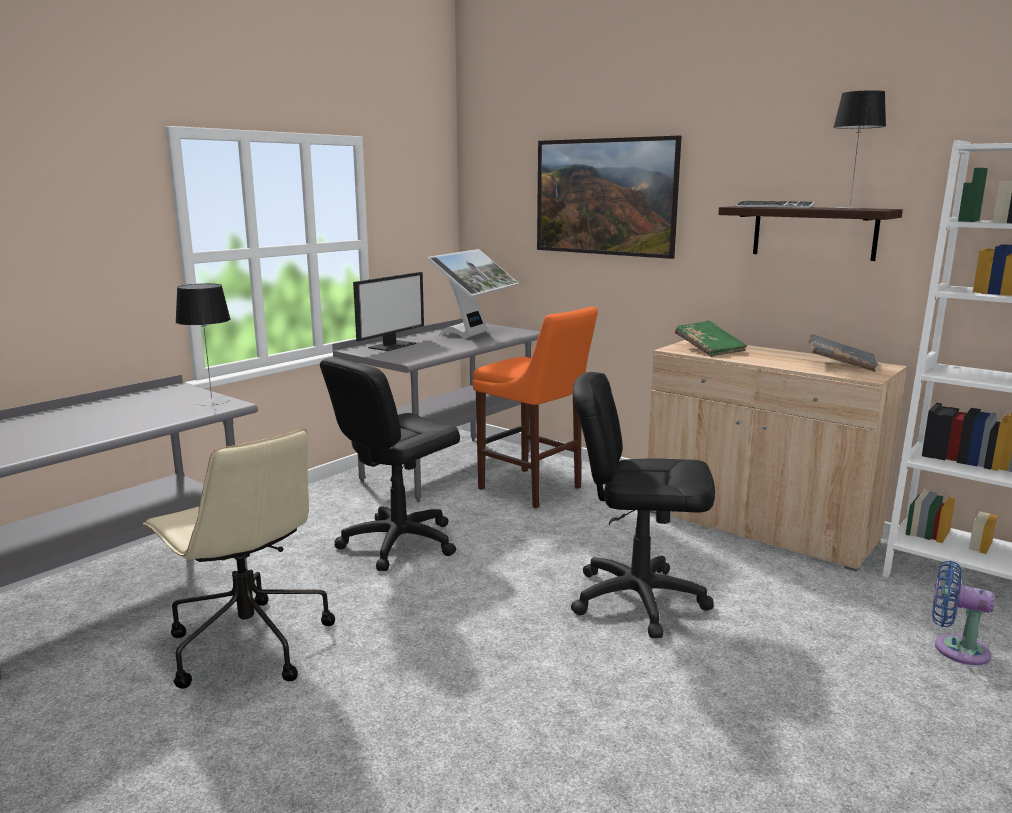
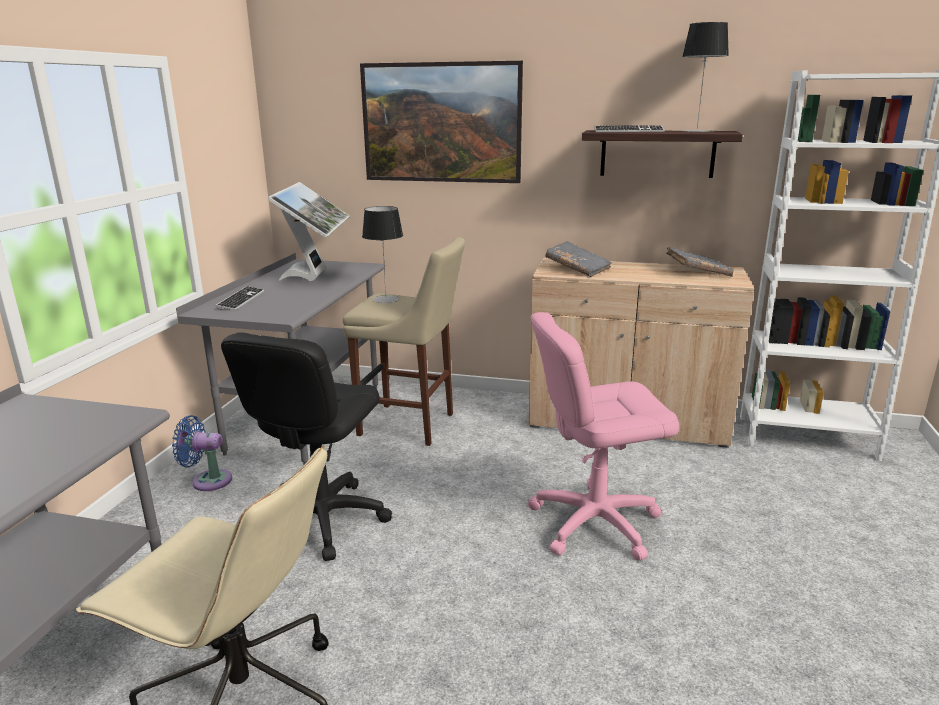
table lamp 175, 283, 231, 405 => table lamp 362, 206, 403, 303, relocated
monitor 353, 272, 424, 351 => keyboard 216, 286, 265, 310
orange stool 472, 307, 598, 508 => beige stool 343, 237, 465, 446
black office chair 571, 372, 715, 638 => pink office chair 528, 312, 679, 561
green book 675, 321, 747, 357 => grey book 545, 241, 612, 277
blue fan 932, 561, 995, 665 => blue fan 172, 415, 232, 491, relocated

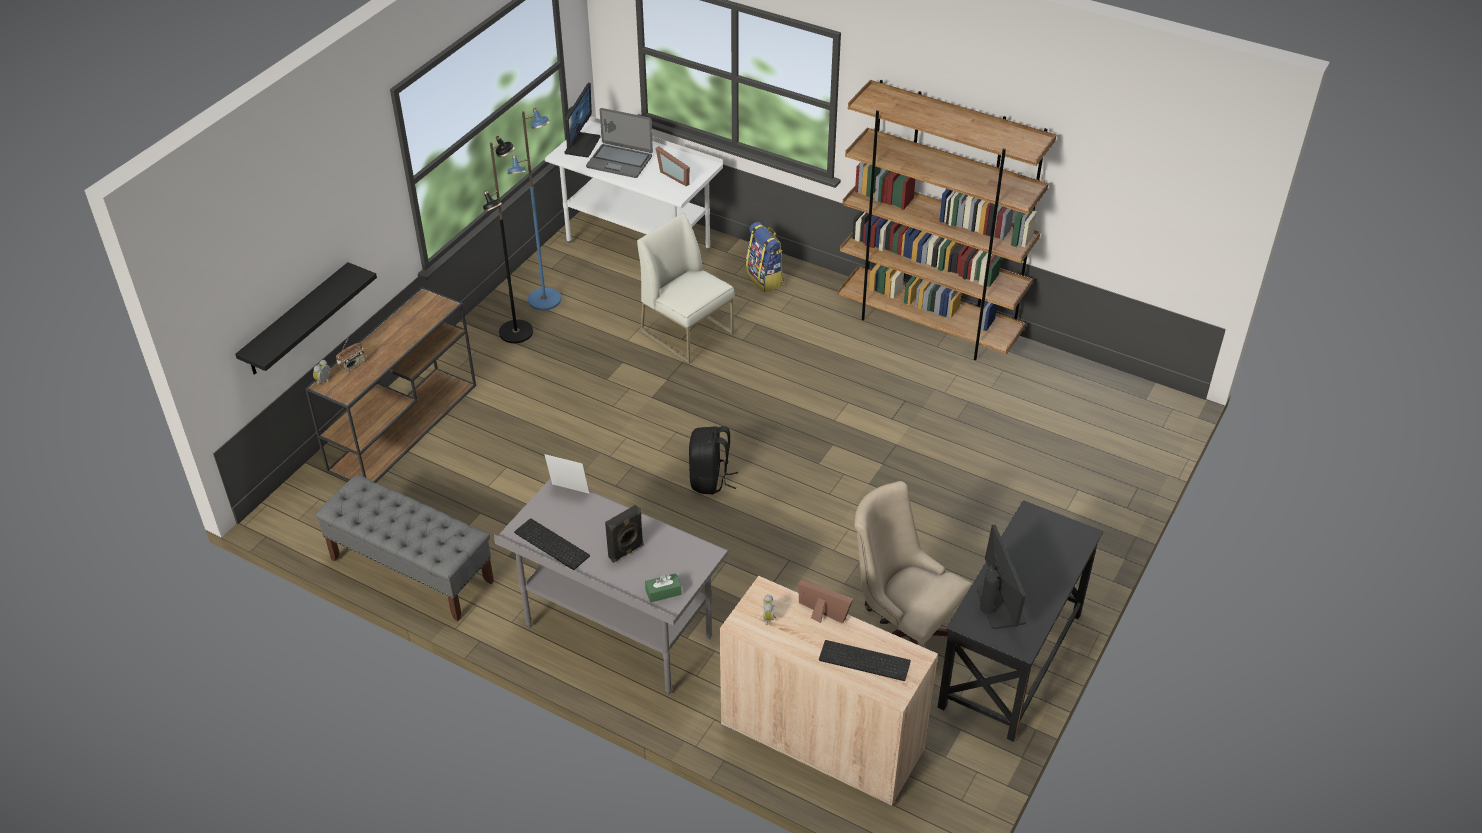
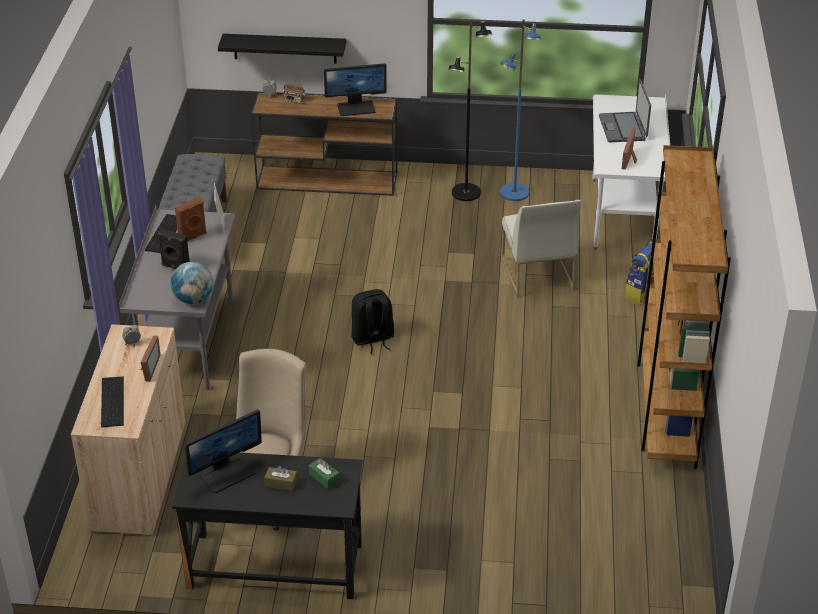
monitor 564, 83, 600, 157 => monitor 324, 63, 387, 116, relocated
white chair 637, 213, 734, 364 => white chair 502, 200, 581, 298, 150 degrees clockwise
green tissue box 645, 573, 682, 603 => green tissue box 309, 458, 340, 489, relocated
nothing => globe 170, 262, 214, 304
nothing => brown speaker 175, 198, 207, 241
nothing => brown tissue box 264, 466, 298, 491

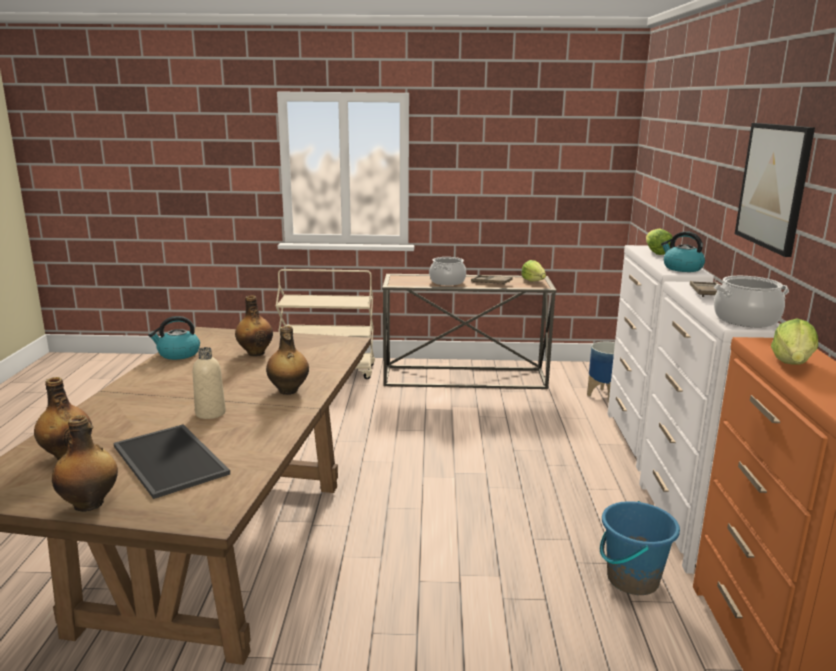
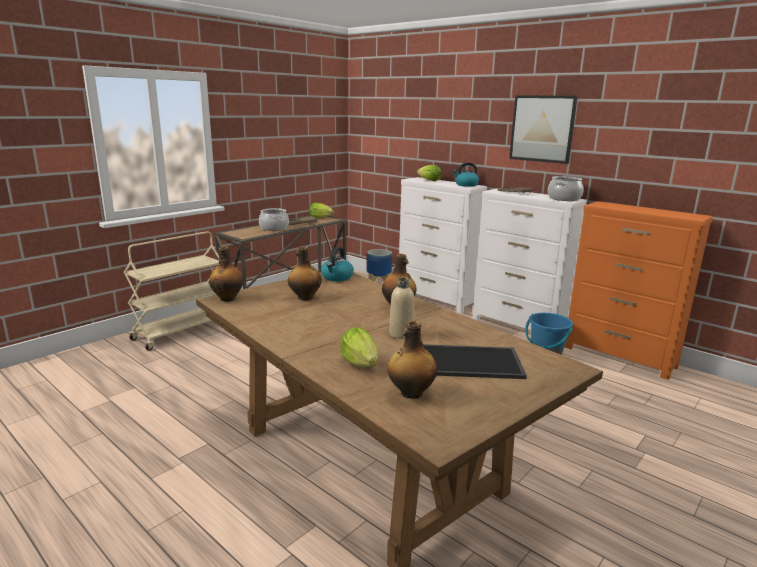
bottle 52, 415, 118, 512 => bottle 209, 246, 243, 302, relocated
kettle 148, 316, 200, 360 => kettle 321, 247, 354, 281, relocated
lettuce 771, 318, 818, 365 => lettuce 340, 327, 378, 367, relocated

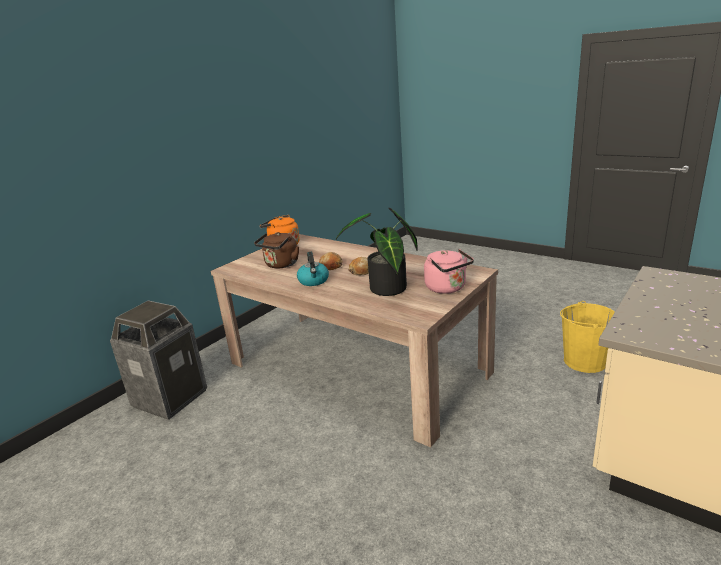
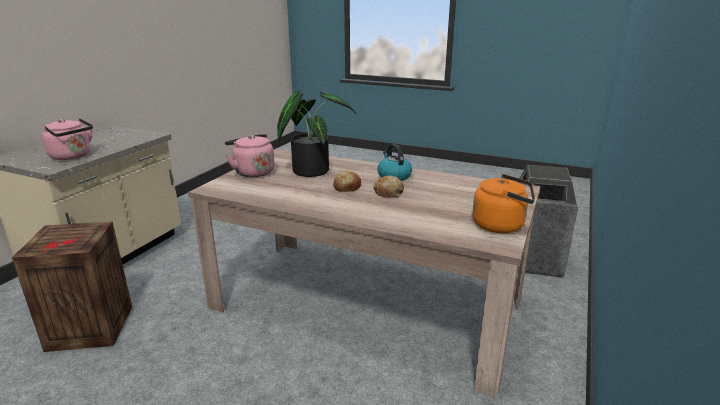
brown kettle 254, 232, 299, 269 => nothing
yellow bucket 560, 301, 615, 373 => crate 12, 222, 132, 352
nothing => pink kettle 42, 118, 93, 160

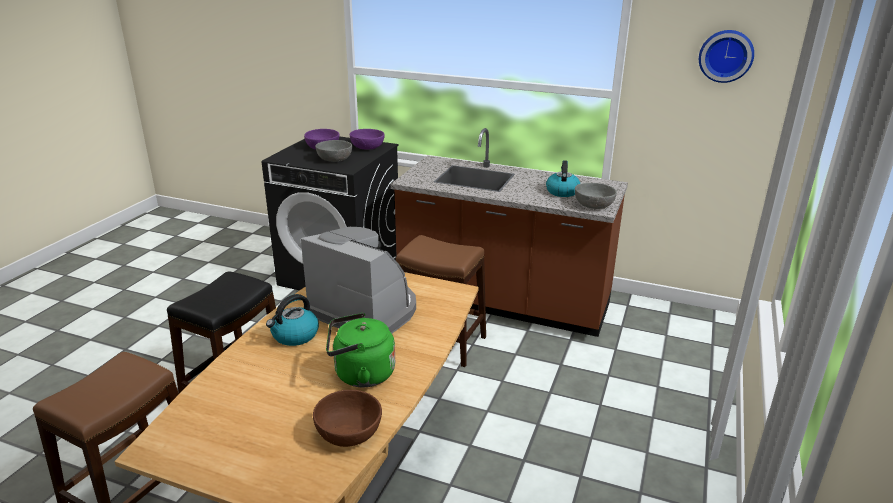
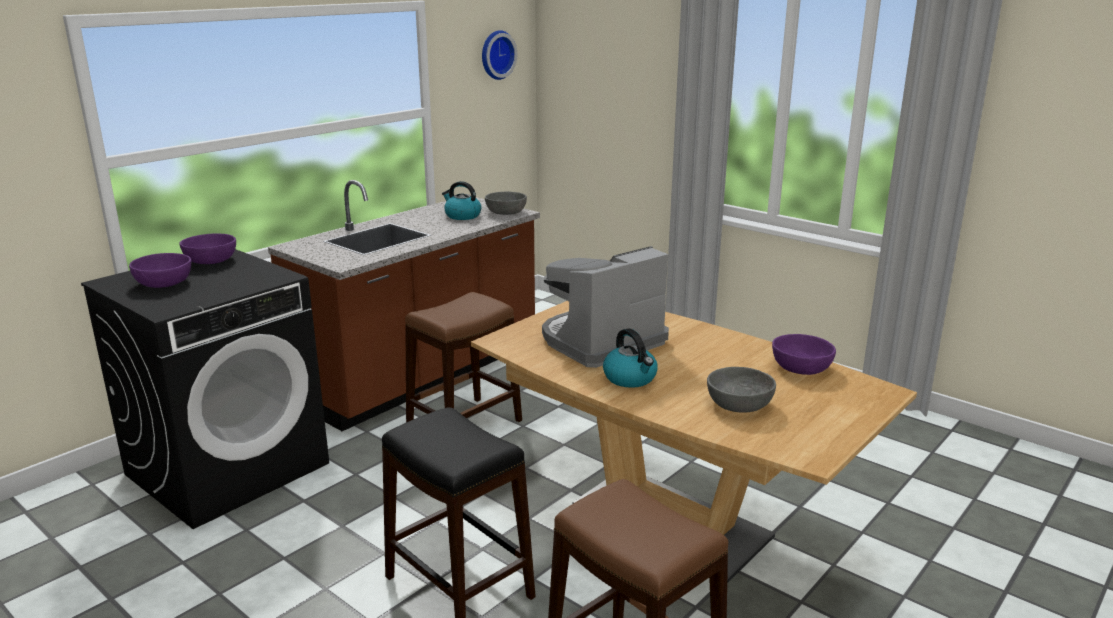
brown bowl 313, 390, 382, 447 => purple bowl 772, 334, 836, 375
grey bowl 315, 140, 352, 162 => grey bowl 707, 367, 776, 413, relocated
green kettle 326, 313, 395, 388 => nothing

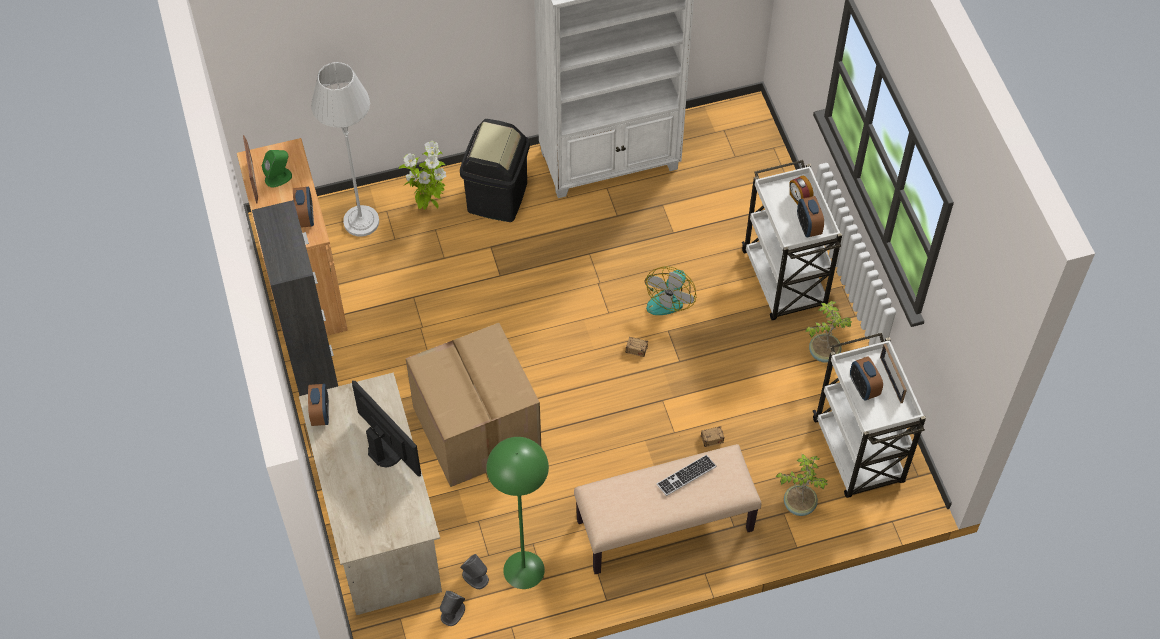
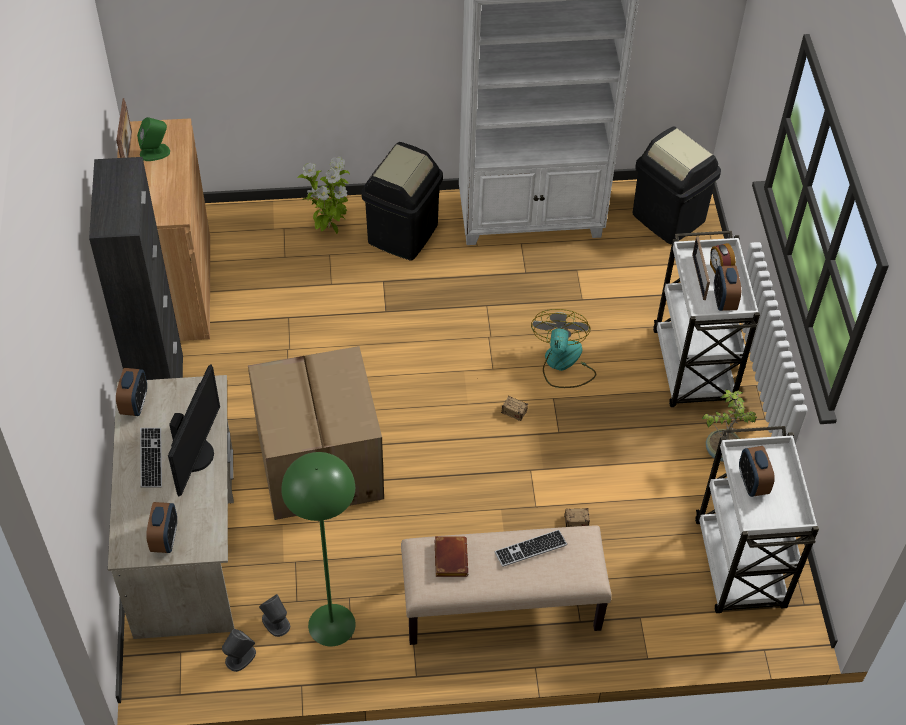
alarm clock 293, 187, 314, 228 => alarm clock 146, 502, 177, 553, relocated
grey floor lamp 311, 62, 379, 237 => nothing
monitor 352, 380, 421, 476 => monitor 168, 364, 220, 497, 45 degrees clockwise
fan 644, 266, 696, 315 => fan 531, 309, 596, 388, 150 degrees clockwise
potted plant 776, 454, 827, 516 => nothing
picture frame 880, 344, 907, 403 => picture frame 692, 237, 710, 300, relocated
nothing => keyboard 140, 428, 162, 488
nothing => brown book 435, 536, 468, 577
nothing => black trash can 633, 126, 721, 245

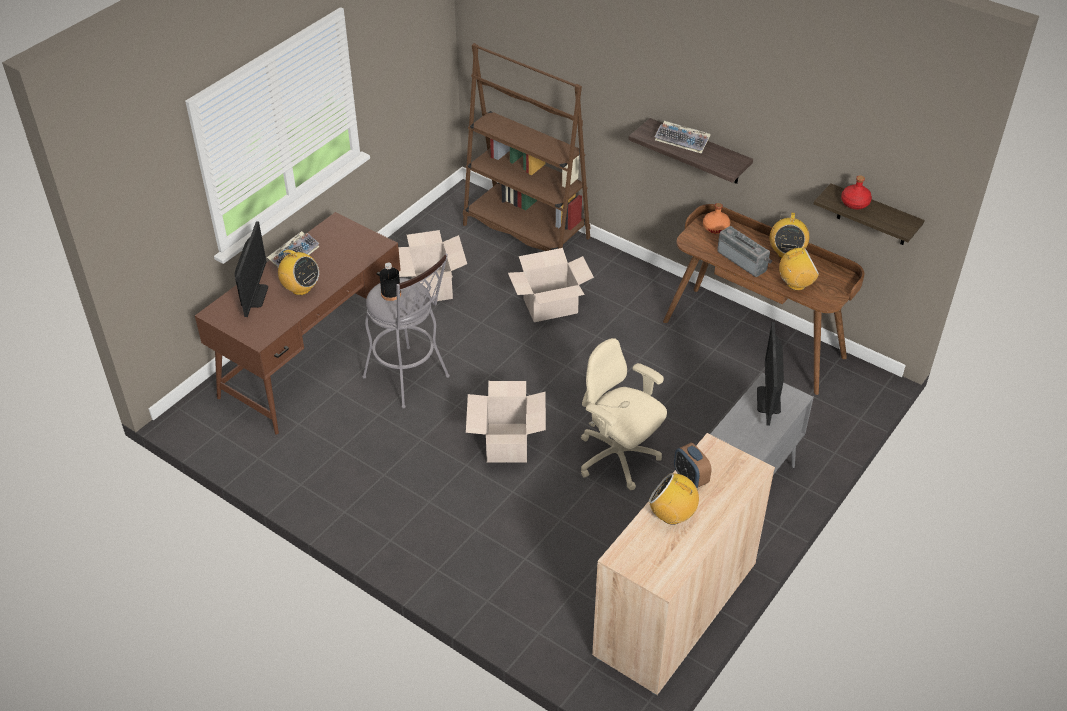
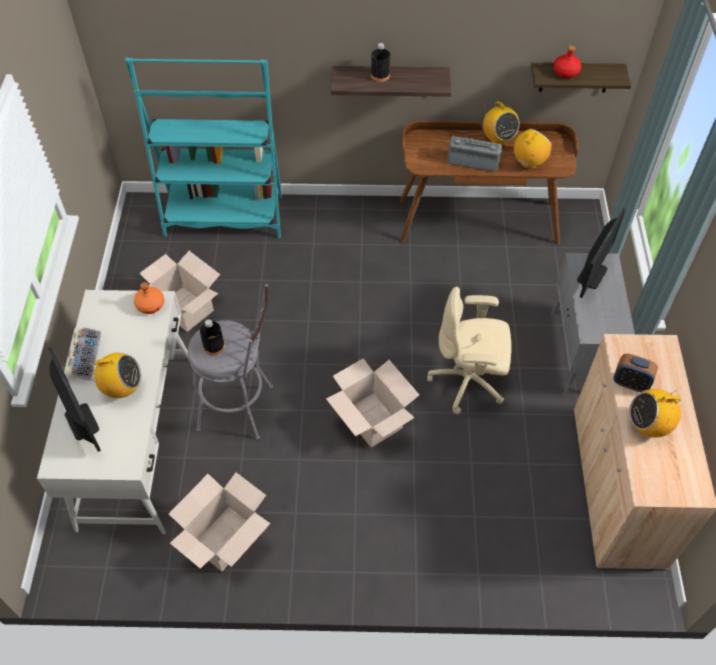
brown desk 195, 212, 401, 434 => white desk 37, 290, 189, 534
brown bookcase 463, 43, 590, 251 => turquoise bookcase 125, 58, 282, 238
cardboard box 508, 248, 594, 322 => cardboard box 169, 472, 270, 571, relocated
keyboard 654, 121, 711, 154 => black bottle 371, 43, 390, 82
orange bottle 703, 203, 730, 234 => orange bottle 134, 282, 164, 314, relocated
monitor 757, 322, 784, 426 => monitor 577, 208, 626, 298, 120 degrees counterclockwise

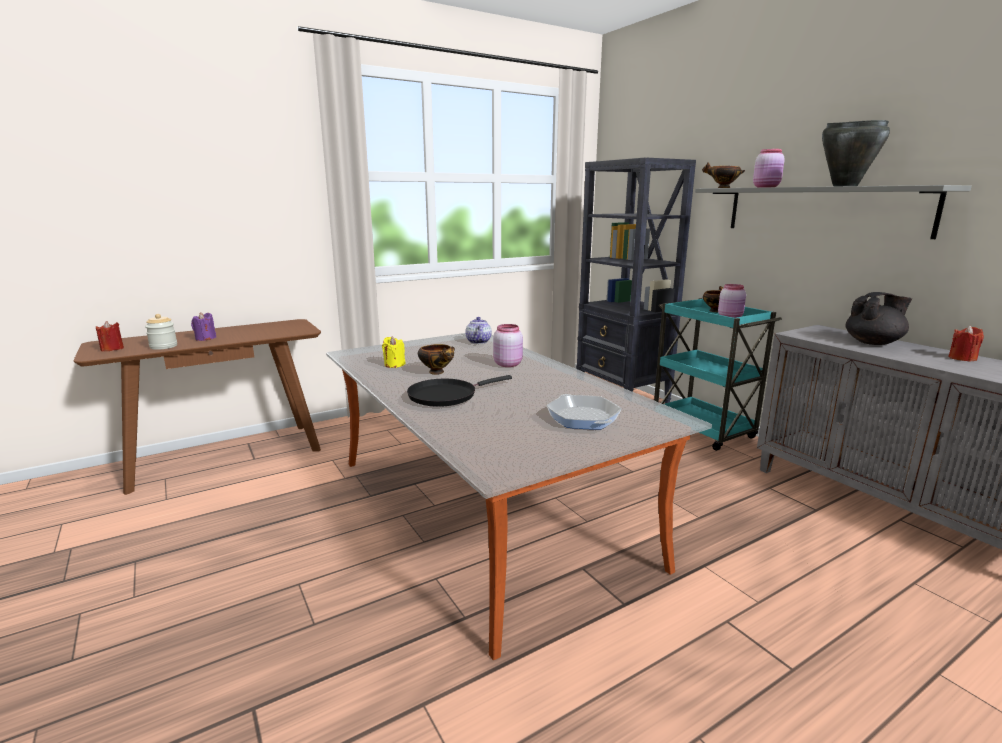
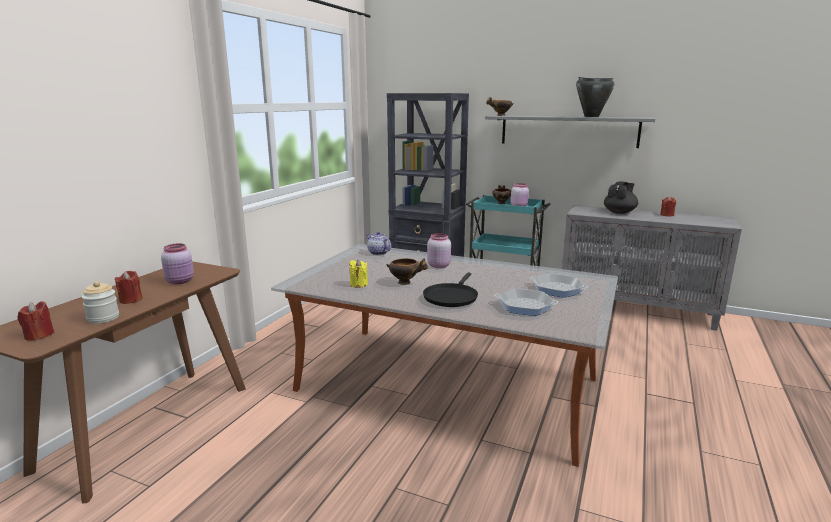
purple candle 191, 312, 216, 341 => red candle 115, 271, 142, 304
pink jar 753, 149, 785, 188 => pink jar 161, 243, 194, 284, relocated
nothing => frying pan 494, 288, 558, 316

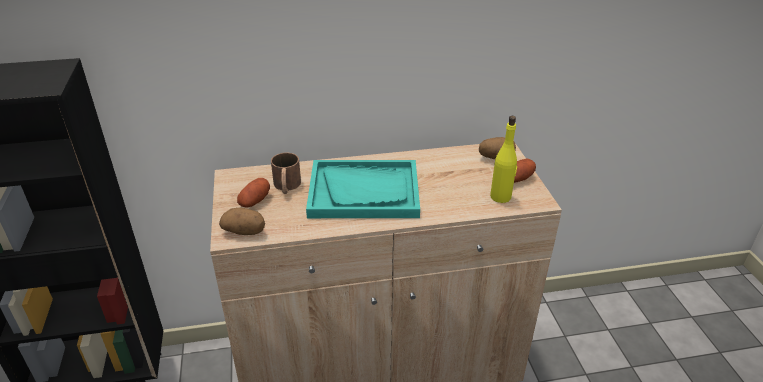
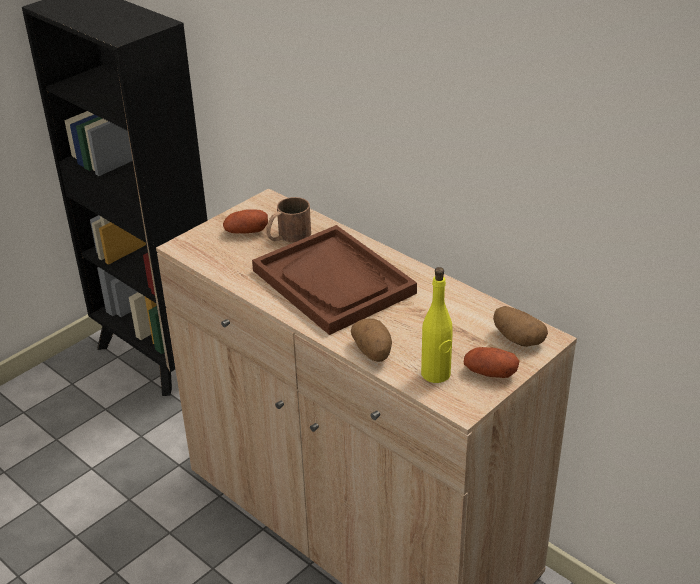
potato 219, 208, 265, 235 => potato 351, 318, 392, 362, relocated
turquoise tray 306, 160, 420, 218 => brown tray 252, 225, 417, 335

